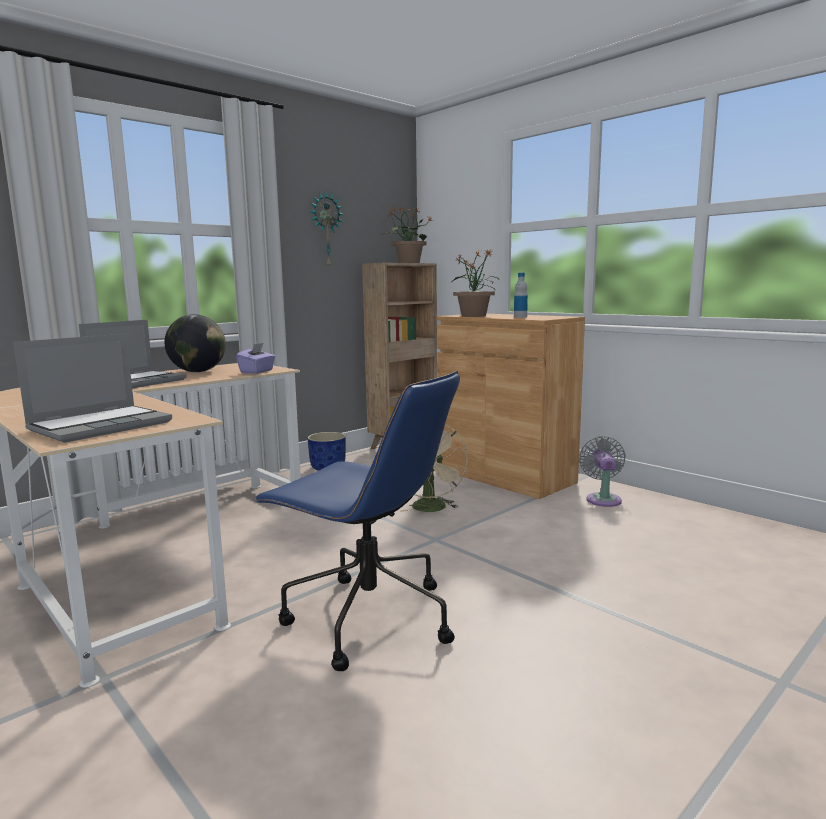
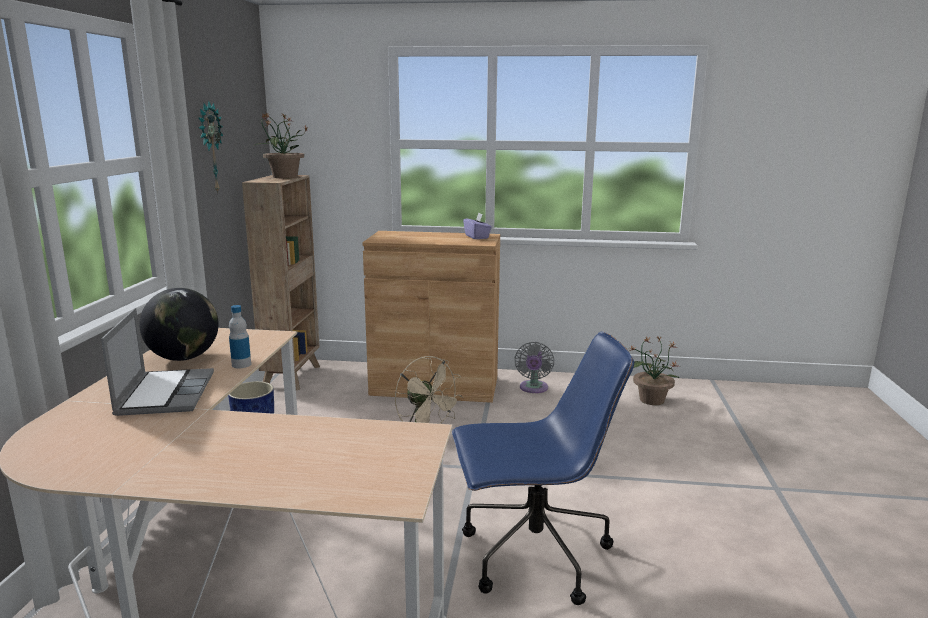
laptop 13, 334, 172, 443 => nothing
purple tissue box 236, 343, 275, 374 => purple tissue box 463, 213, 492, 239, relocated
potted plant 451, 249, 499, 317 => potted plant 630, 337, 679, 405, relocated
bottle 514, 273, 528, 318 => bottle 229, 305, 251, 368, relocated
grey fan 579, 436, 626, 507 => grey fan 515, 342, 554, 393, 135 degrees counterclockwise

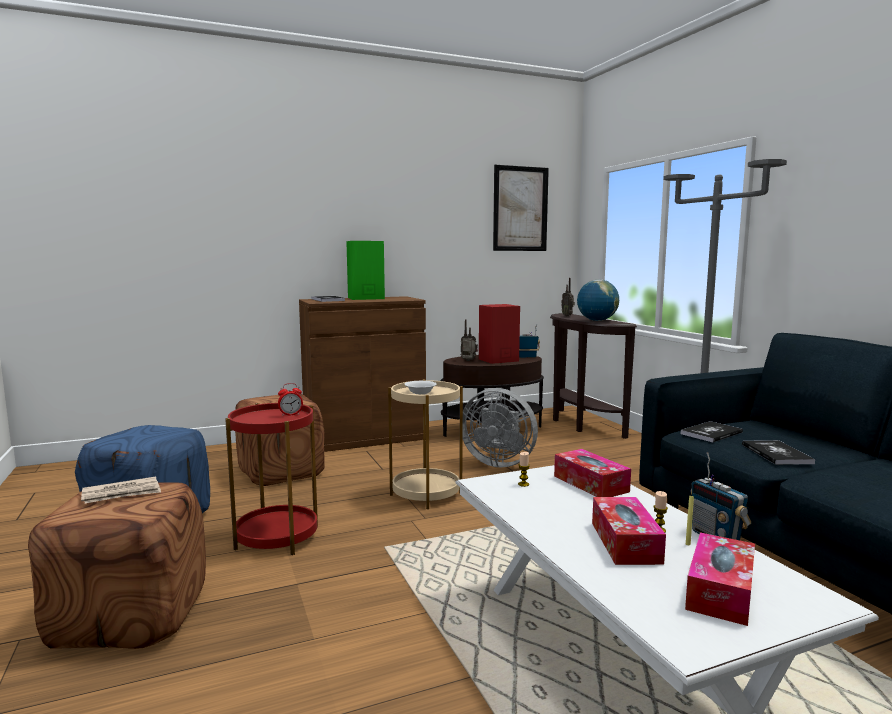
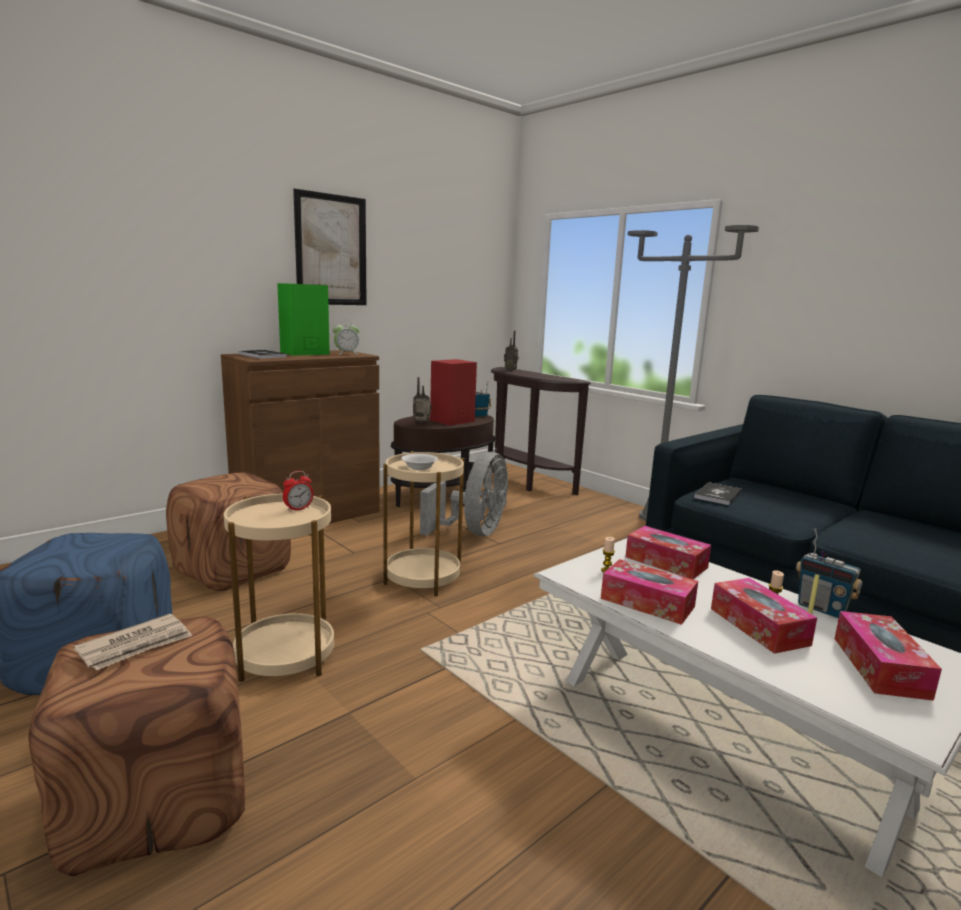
red side table 225, 403, 318, 555 => beige side table 224, 493, 334, 682
grey fan 463, 388, 538, 468 => grey fan 420, 452, 508, 536, 75 degrees counterclockwise
picture 493, 165, 549, 251 => picture 293, 188, 366, 305, relocated
globe 577, 280, 619, 321 => nothing
book 742, 440, 816, 465 => nothing
nothing => alarm clock 333, 320, 359, 355
nothing => tissue box 601, 559, 698, 625

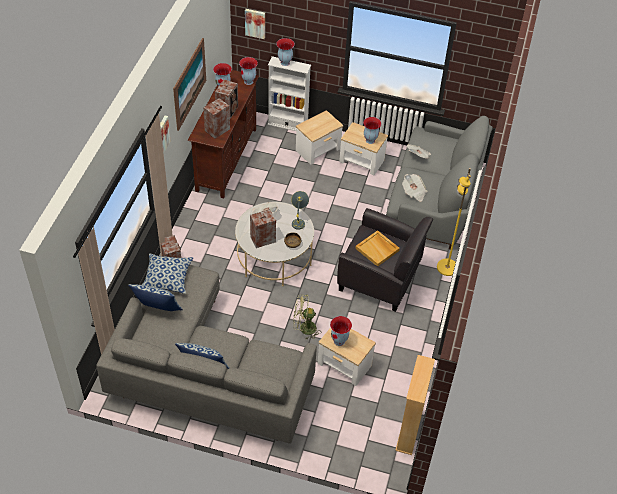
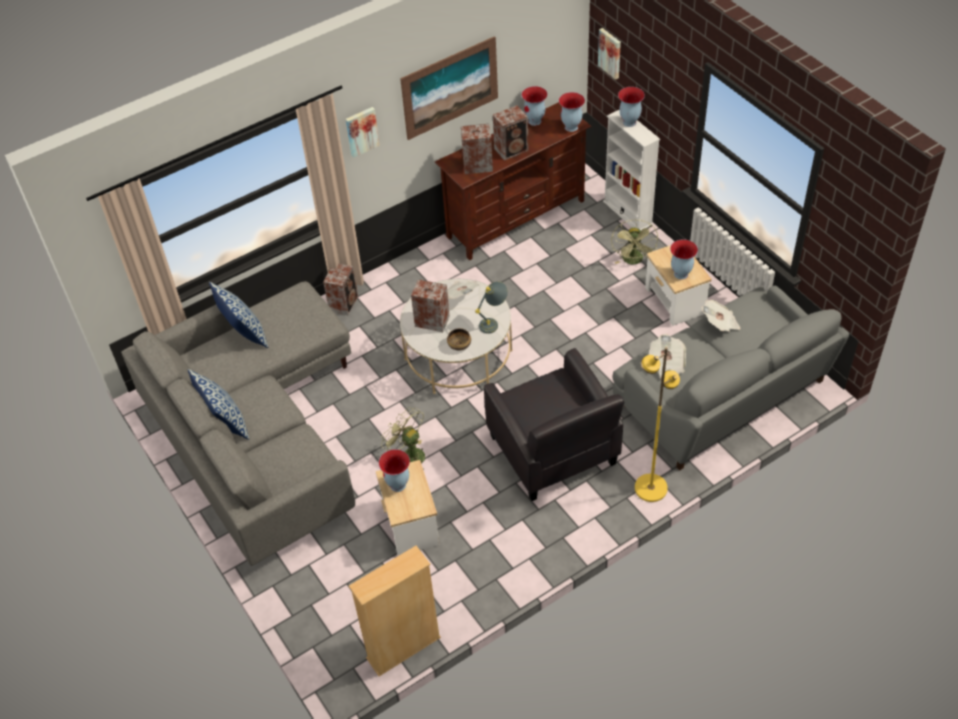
pillow 142, 253, 193, 294 => nothing
side table 296, 110, 343, 165 => green fan 611, 219, 658, 264
beige tray 355, 230, 400, 266 => nothing

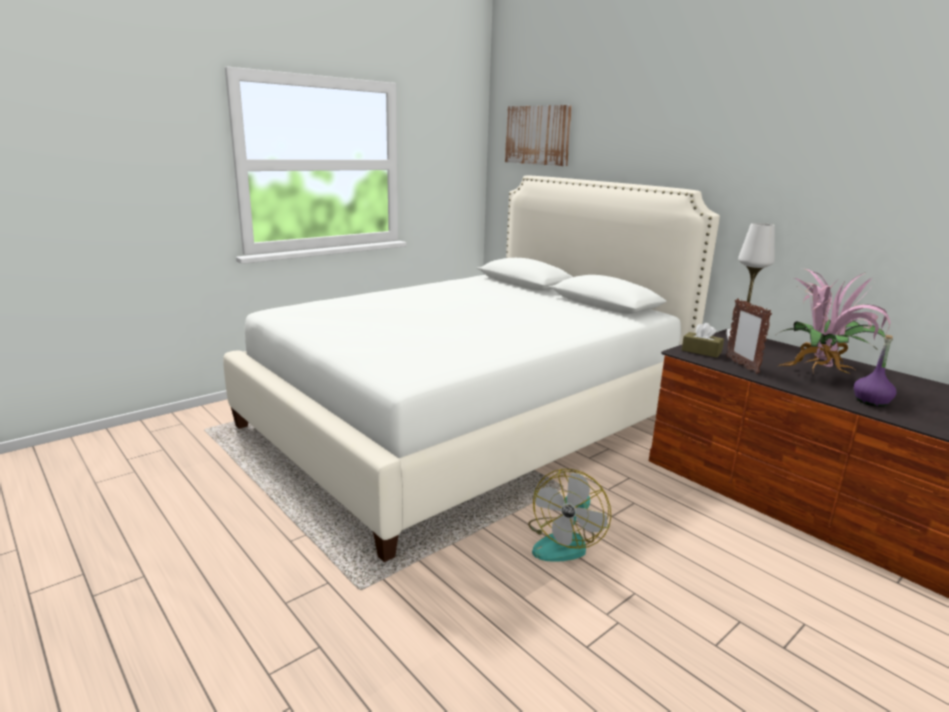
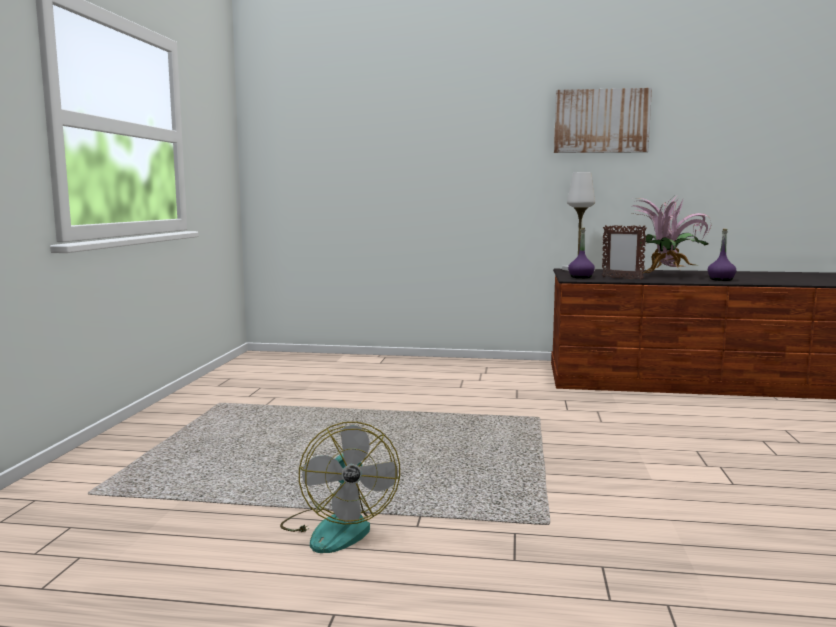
white bed 223, 175, 720, 562 => nothing
picture 505, 105, 572, 166 => picture 554, 88, 652, 153, relocated
fan 528, 469, 611, 562 => fan 280, 422, 400, 553, relocated
brown tissue box 682, 323, 724, 358 => purple bottle 568, 228, 595, 278

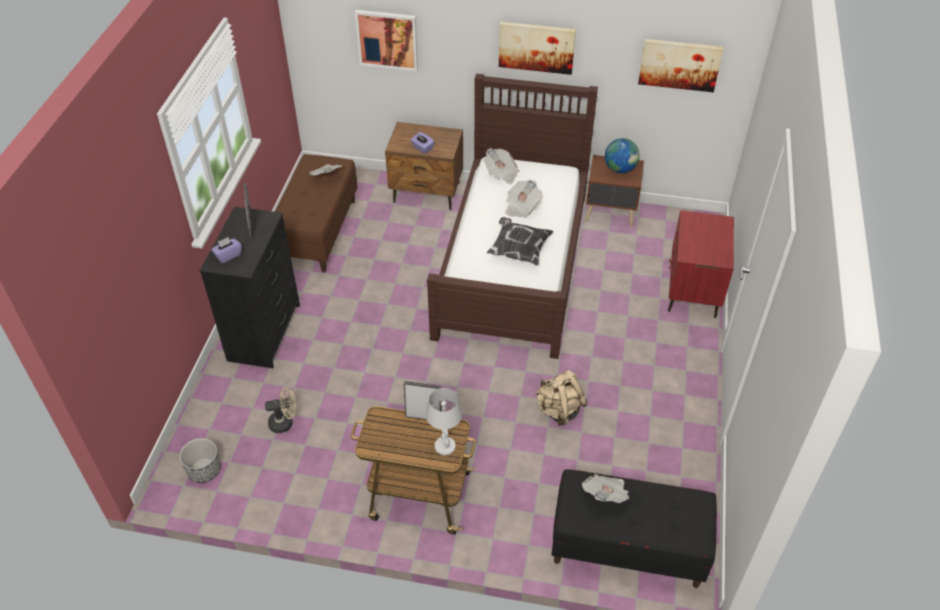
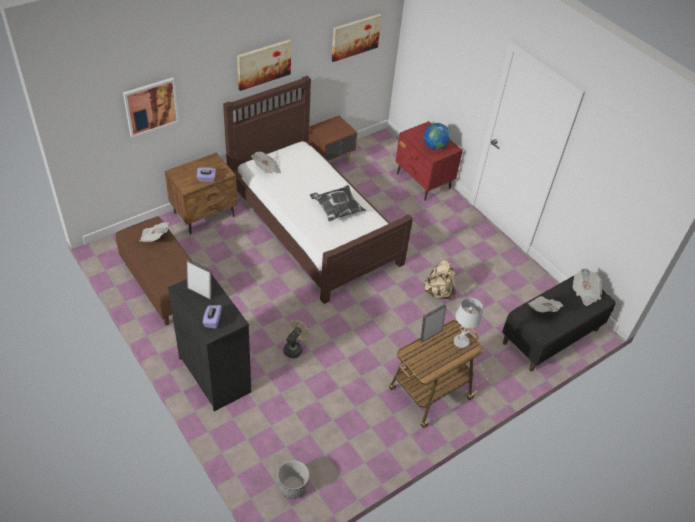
beige fan 265, 387, 296, 433 => beige fan 283, 320, 310, 358, relocated
newspaper 505, 180, 542, 218 => newspaper 572, 268, 602, 306, relocated
globe 605, 138, 640, 173 => globe 423, 123, 450, 150, relocated

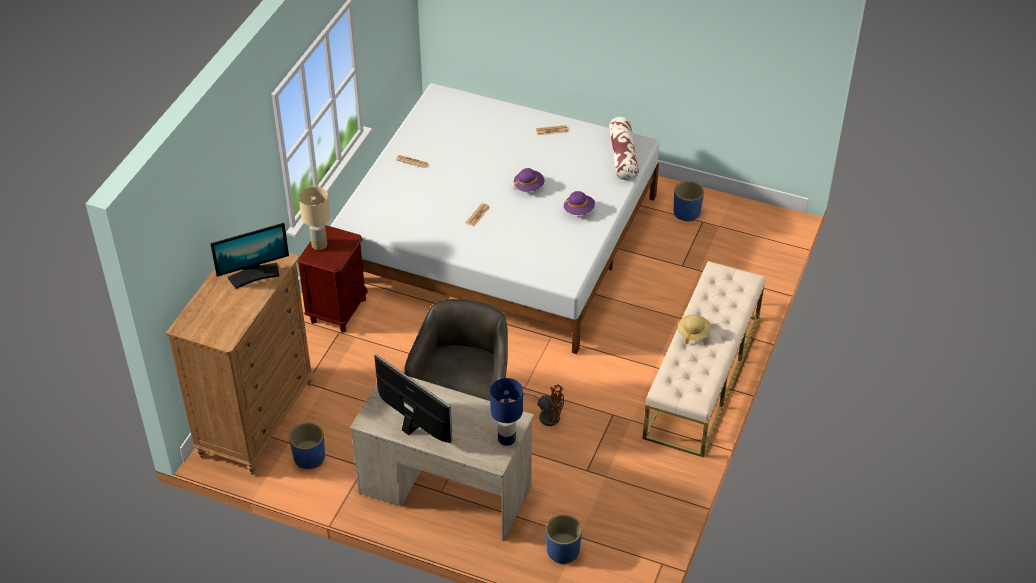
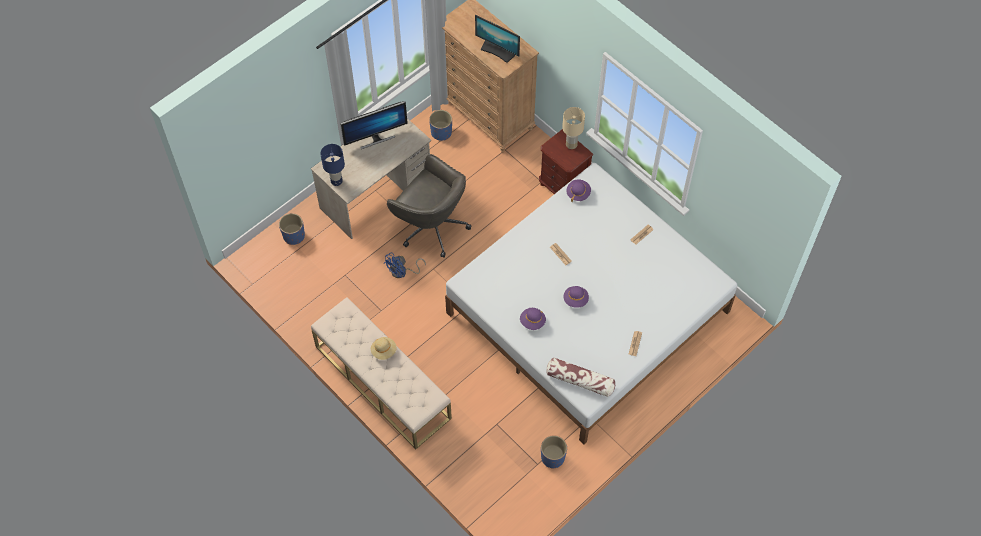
monitor 210, 223, 289, 289 => monitor 475, 15, 520, 63, 60 degrees counterclockwise
brown fan 523, 385, 564, 426 => blue fan 383, 252, 426, 278
nothing => purple hat 566, 179, 591, 202

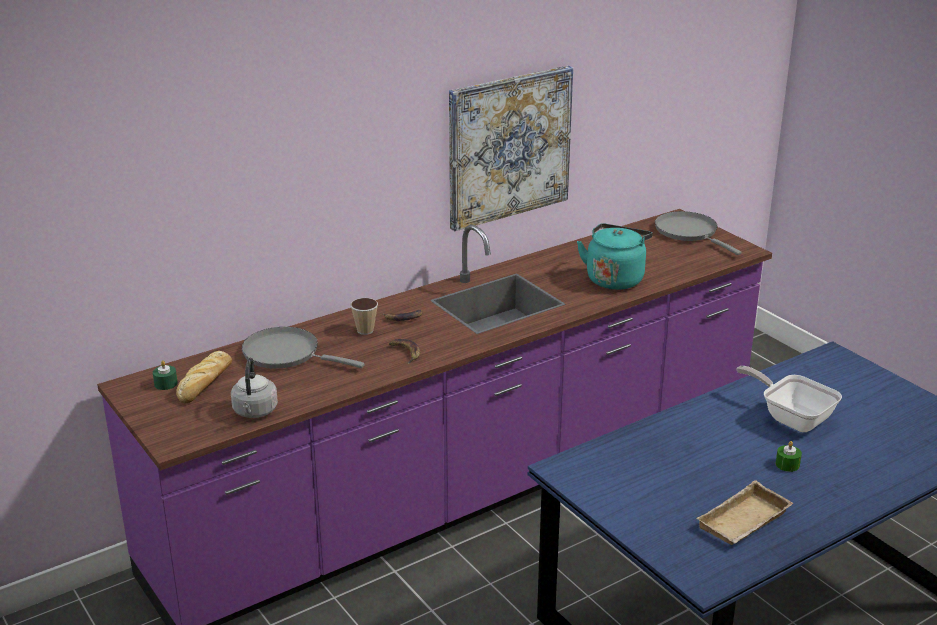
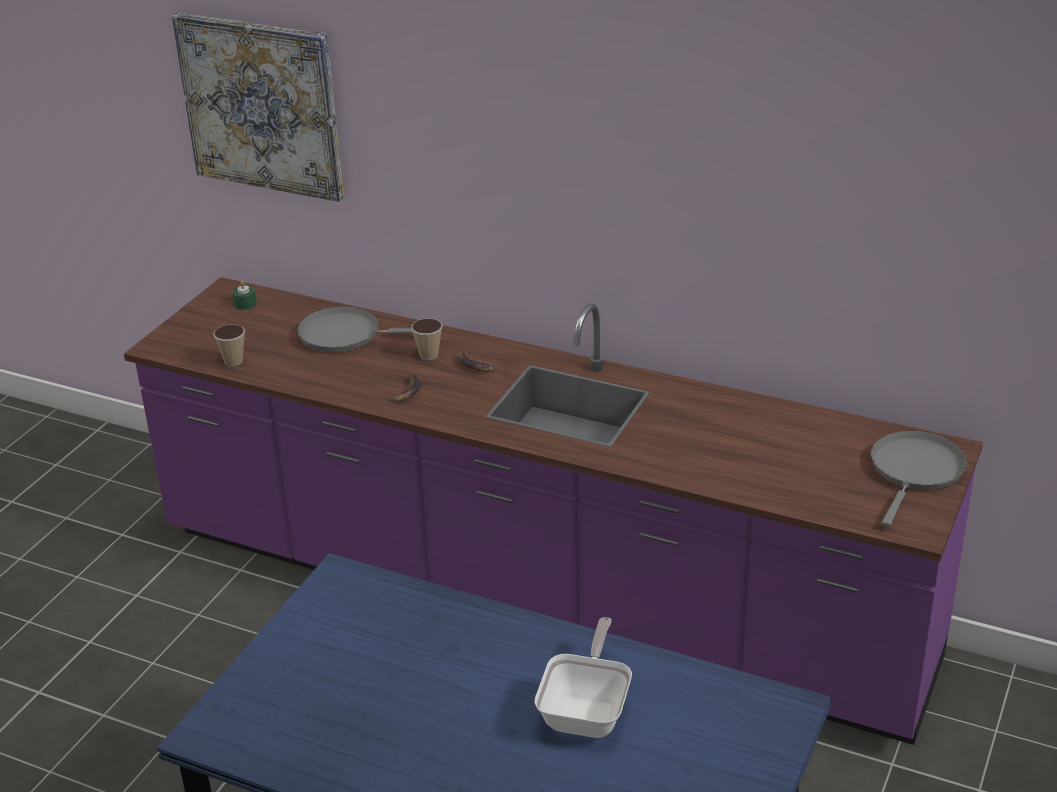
bread 176, 351, 232, 403 => nothing
grey kettle 231, 357, 278, 418 => cup 213, 324, 245, 366
grey frying pan 242, 327, 365, 369 => grey frying pan 297, 306, 413, 352, 75 degrees counterclockwise
picture 449, 66, 573, 231 => picture 172, 12, 344, 202, relocated
turquoise kettle 577, 223, 653, 290 => nothing
beige tray 696, 480, 793, 545 => nothing
green candle 776, 441, 802, 472 => nothing

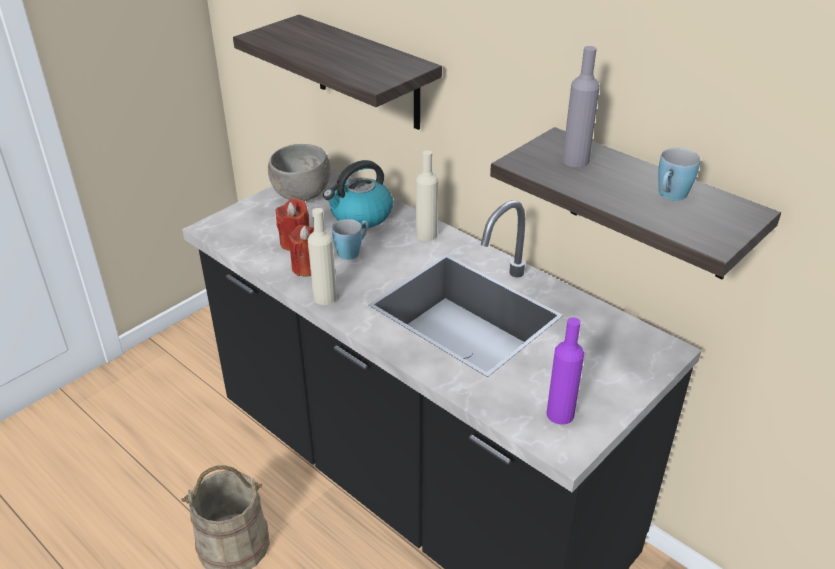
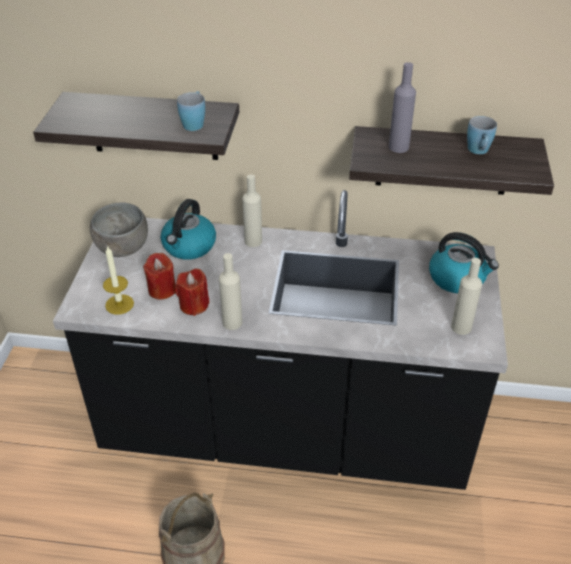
blue mug 332, 219, 369, 260 => blue mug 177, 91, 205, 131, relocated
purple bottle 546, 317, 584, 425 => beige bottle 451, 258, 482, 335
nothing => candle 103, 245, 134, 314
nothing => kettle 429, 232, 499, 293

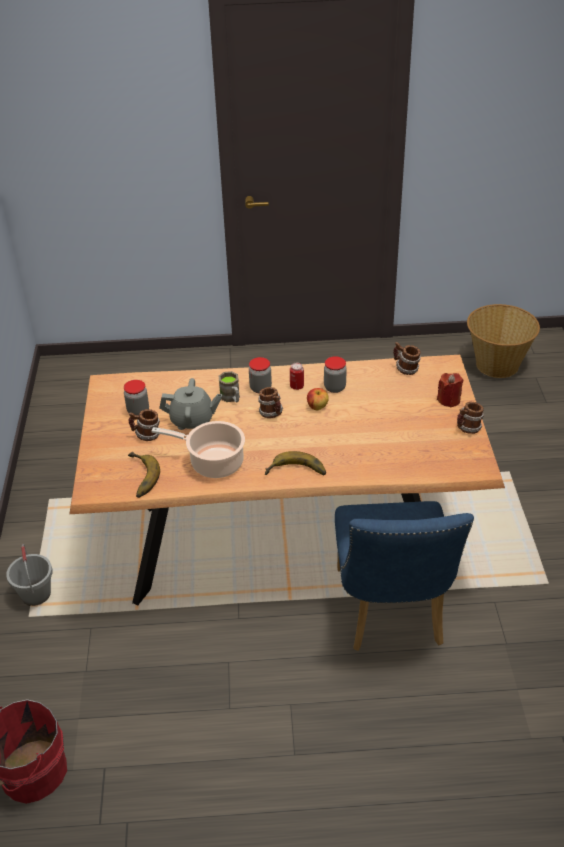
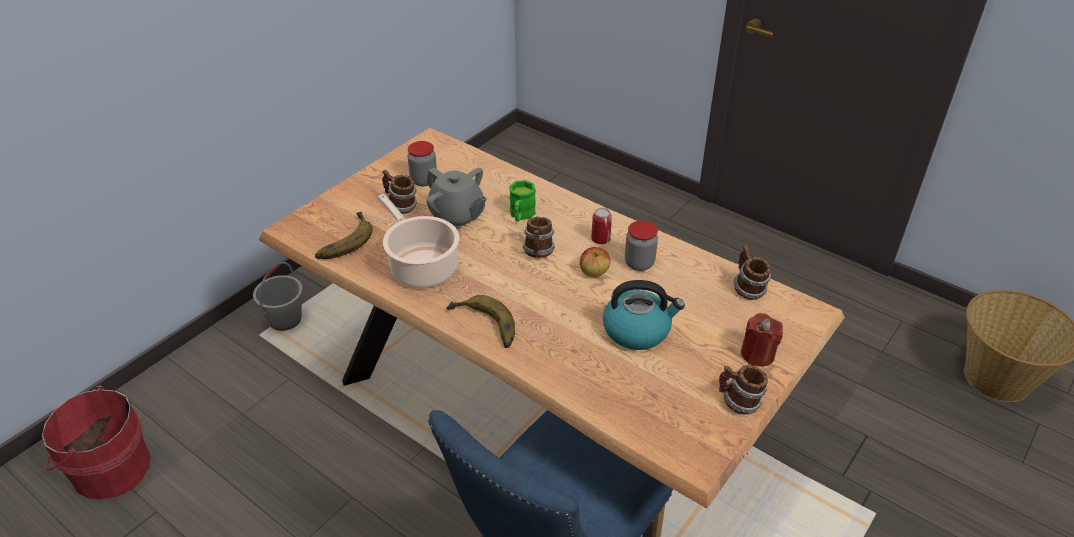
brown mug 219, 371, 240, 402 => green mug 509, 180, 536, 221
jar 249, 357, 272, 393 => nothing
nothing => kettle 603, 280, 685, 350

